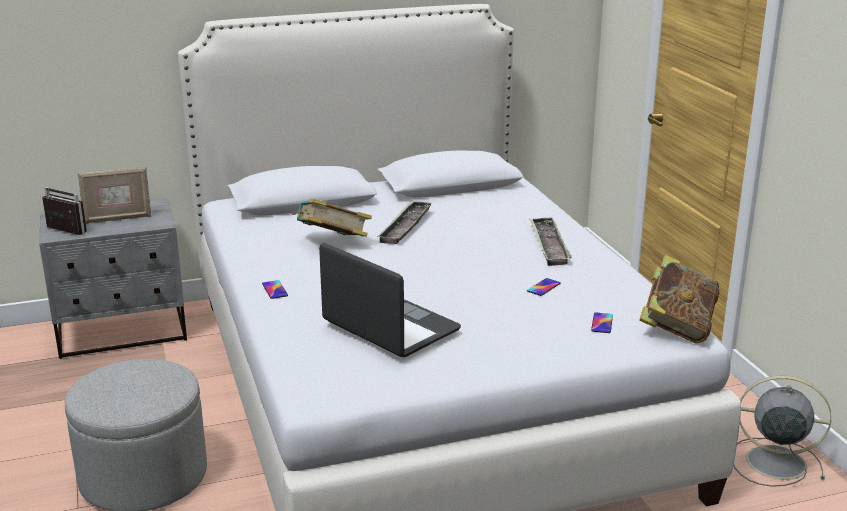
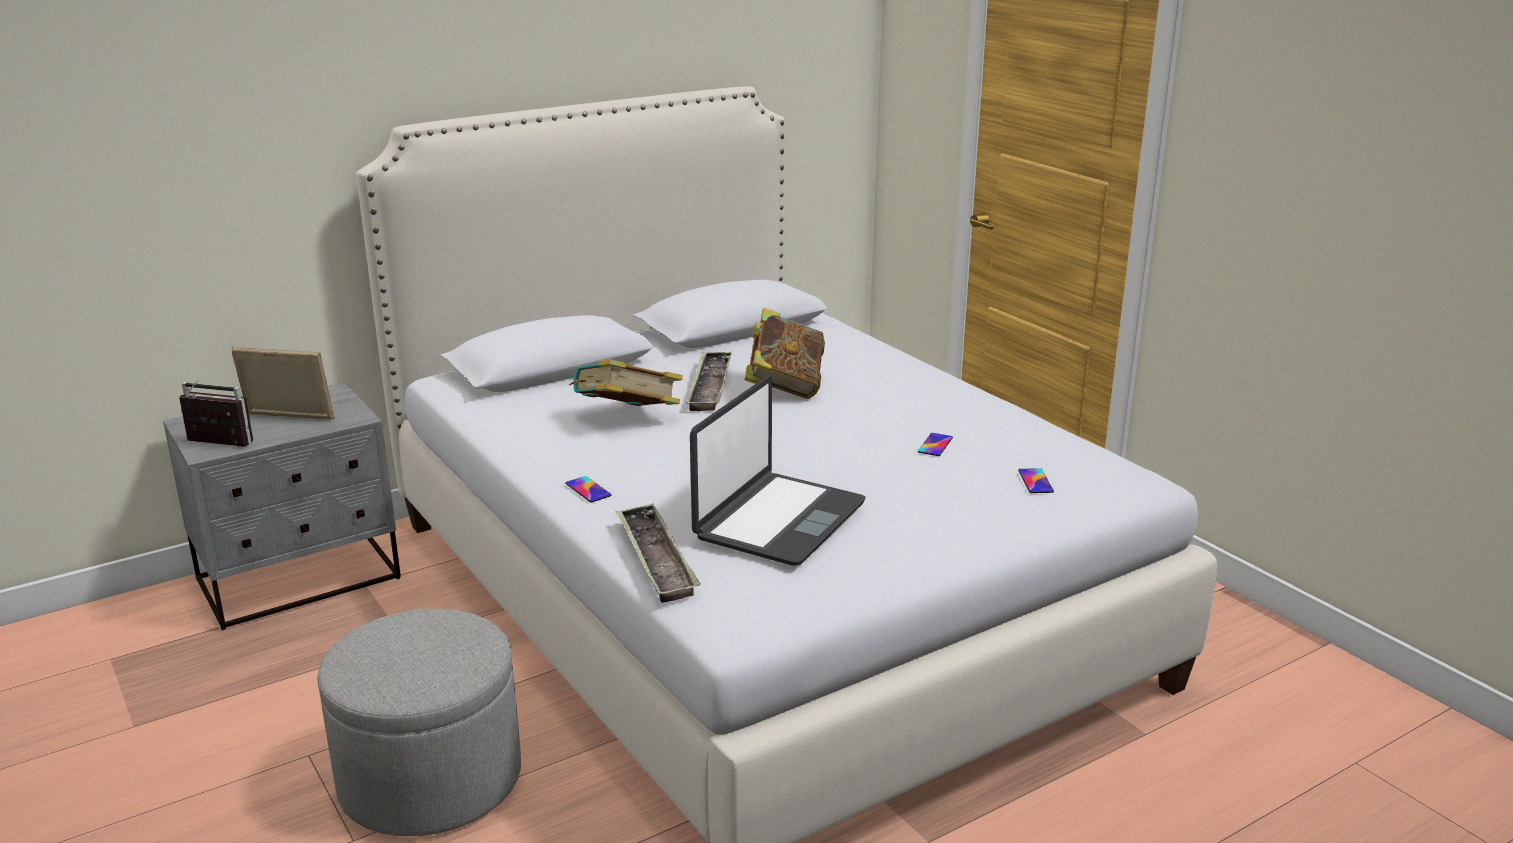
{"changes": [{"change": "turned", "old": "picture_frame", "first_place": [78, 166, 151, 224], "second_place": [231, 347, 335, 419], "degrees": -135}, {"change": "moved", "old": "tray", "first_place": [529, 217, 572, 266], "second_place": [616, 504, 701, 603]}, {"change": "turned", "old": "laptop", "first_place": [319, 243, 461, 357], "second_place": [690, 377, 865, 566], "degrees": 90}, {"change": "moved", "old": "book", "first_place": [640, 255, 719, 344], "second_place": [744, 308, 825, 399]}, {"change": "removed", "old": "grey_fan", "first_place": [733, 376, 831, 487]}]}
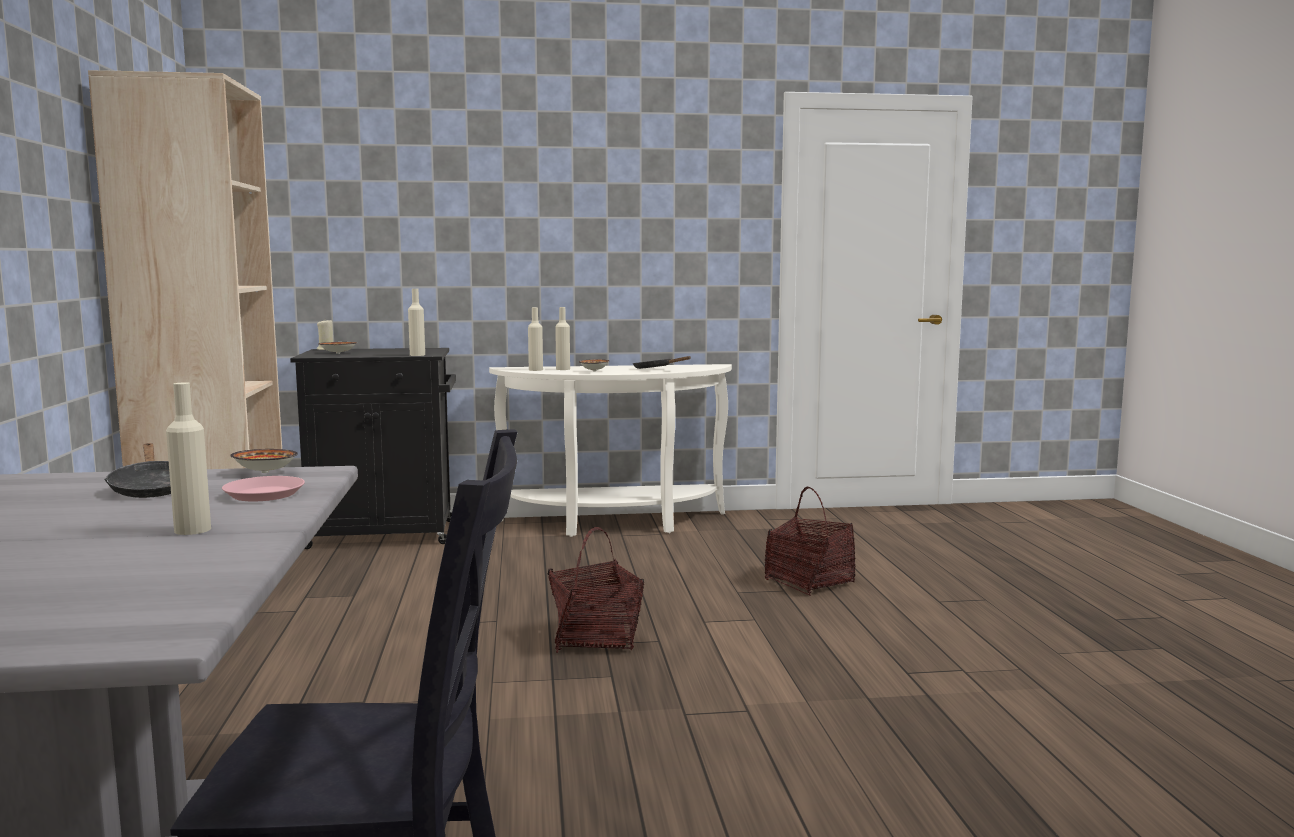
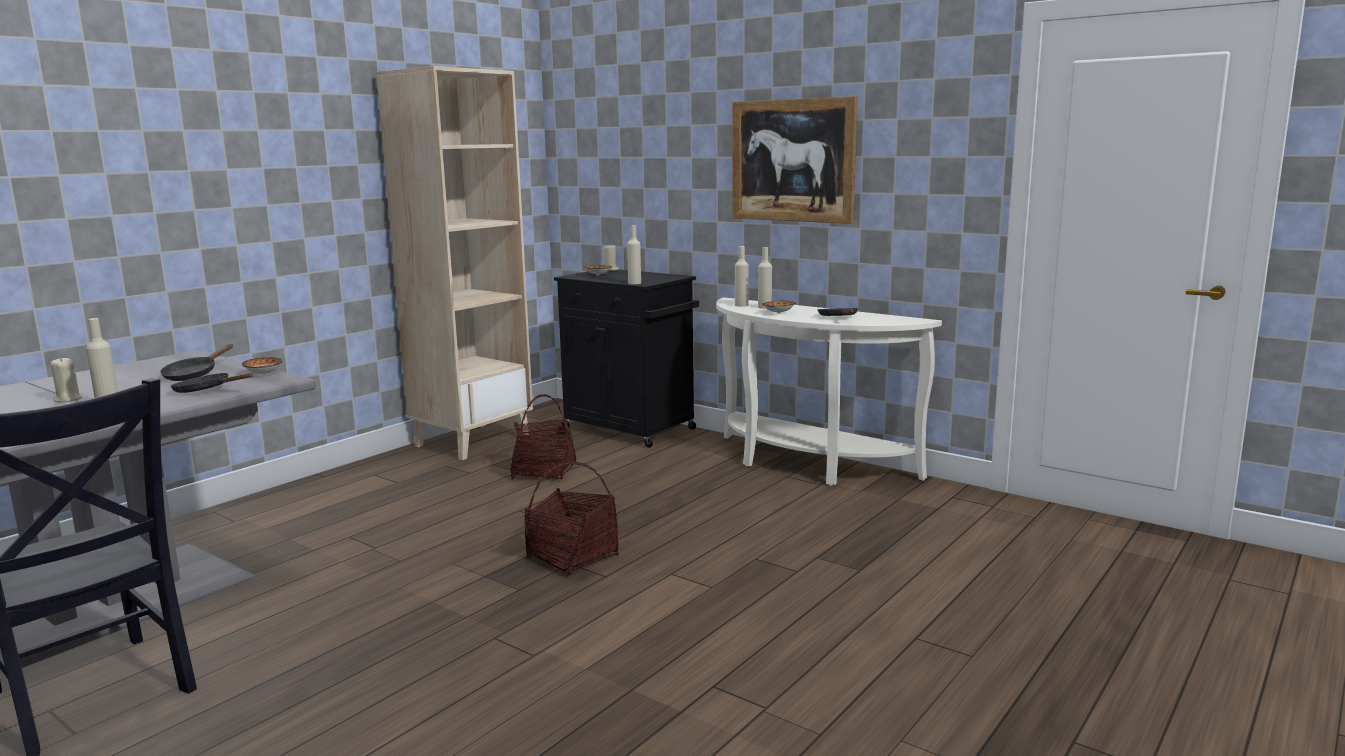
{"changes": [{"change": "added", "new": "beige_candle", "second_place": [50, 357, 82, 403]}, {"change": "replaced", "old": "pink_plate", "new": "black_frying_pan", "first_place": [222, 476, 305, 501], "second_place": [171, 373, 253, 393]}, {"change": "moved", "old": "basket", "first_place": [765, 487, 855, 596], "second_place": [510, 394, 576, 480]}, {"change": "added", "new": "picture", "second_place": [732, 96, 857, 224]}]}
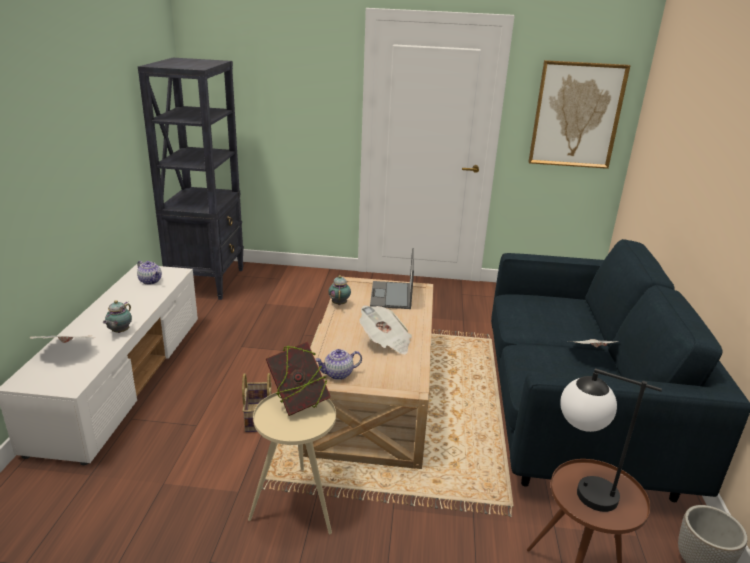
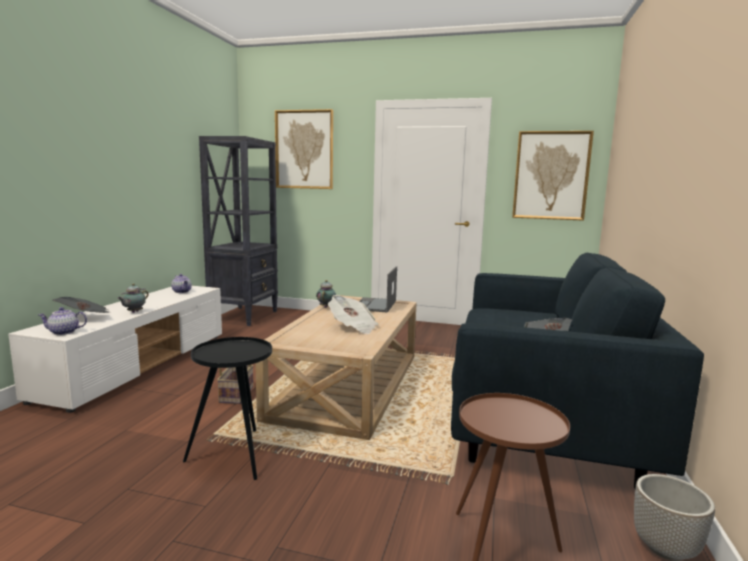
{"changes": [{"change": "moved", "old": "teapot", "first_place": [315, 349, 362, 380], "second_place": [39, 307, 87, 335]}, {"change": "recoloured", "old": "beige_side_table", "new": "black_side_table", "first_place": [248, 392, 336, 534], "second_place": [183, 337, 272, 480]}, {"change": "added", "new": "picture", "second_place": [275, 109, 333, 189]}, {"change": "removed", "old": "book", "first_place": [266, 342, 331, 416]}, {"change": "removed", "old": "table_lamp", "first_place": [560, 368, 662, 512]}]}
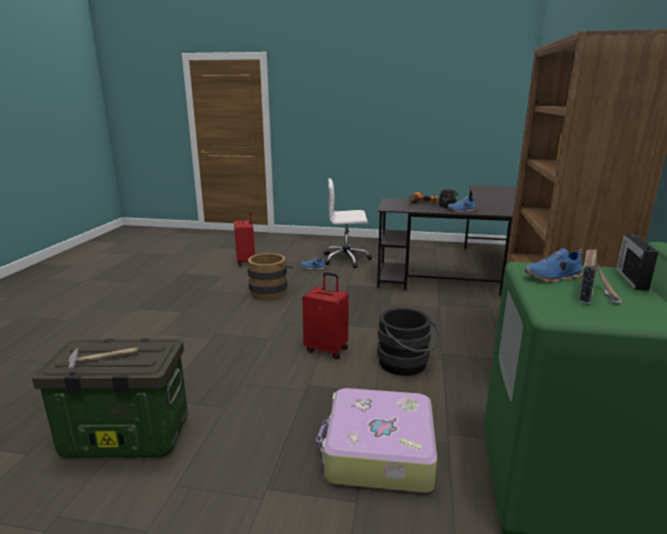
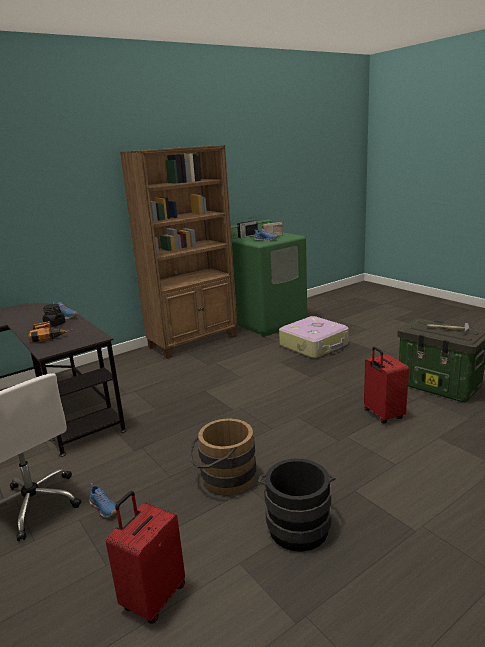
{"changes": [{"change": "moved", "old": "black_bucket", "first_place": [377, 308, 441, 376], "second_place": [258, 458, 336, 552]}, {"change": "moved", "old": "red_suitcase", "first_place": [302, 272, 349, 359], "second_place": [364, 347, 409, 423]}]}
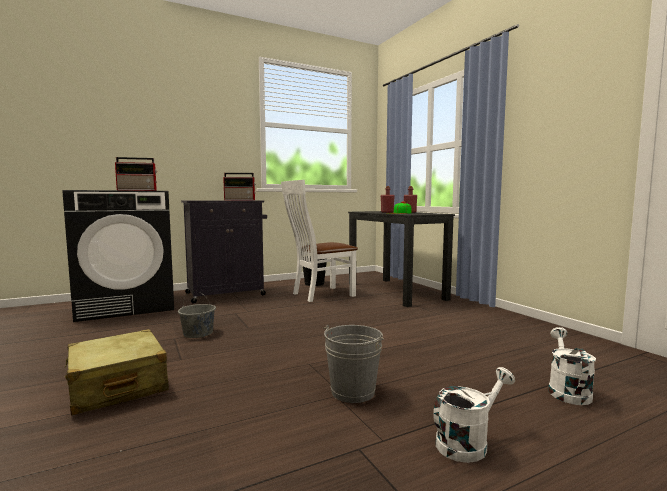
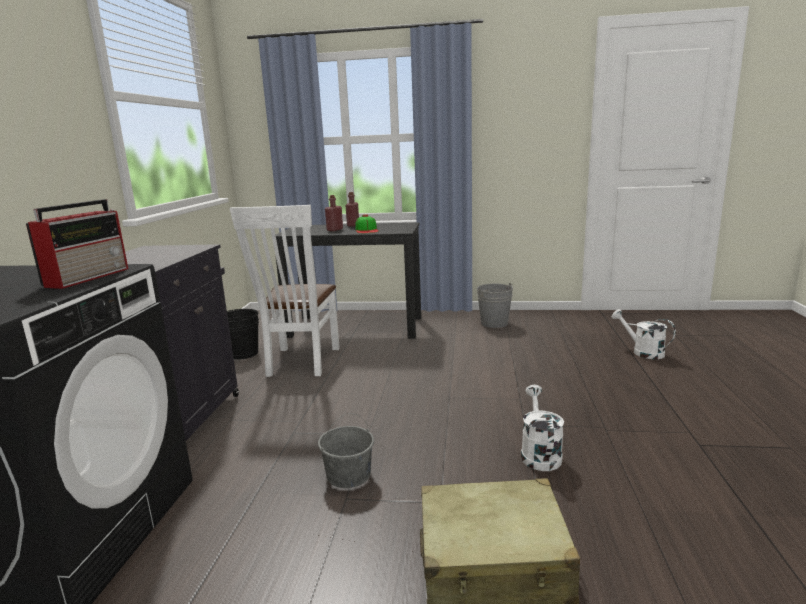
{"changes": [{"change": "moved", "old": "grey_bucket", "first_place": [323, 325, 384, 403], "second_place": [477, 283, 513, 328]}, {"change": "moved", "old": "white_watering_can", "first_place": [433, 367, 515, 463], "second_place": [521, 385, 564, 471]}, {"change": "removed", "old": "radio", "first_place": [223, 173, 256, 200]}]}
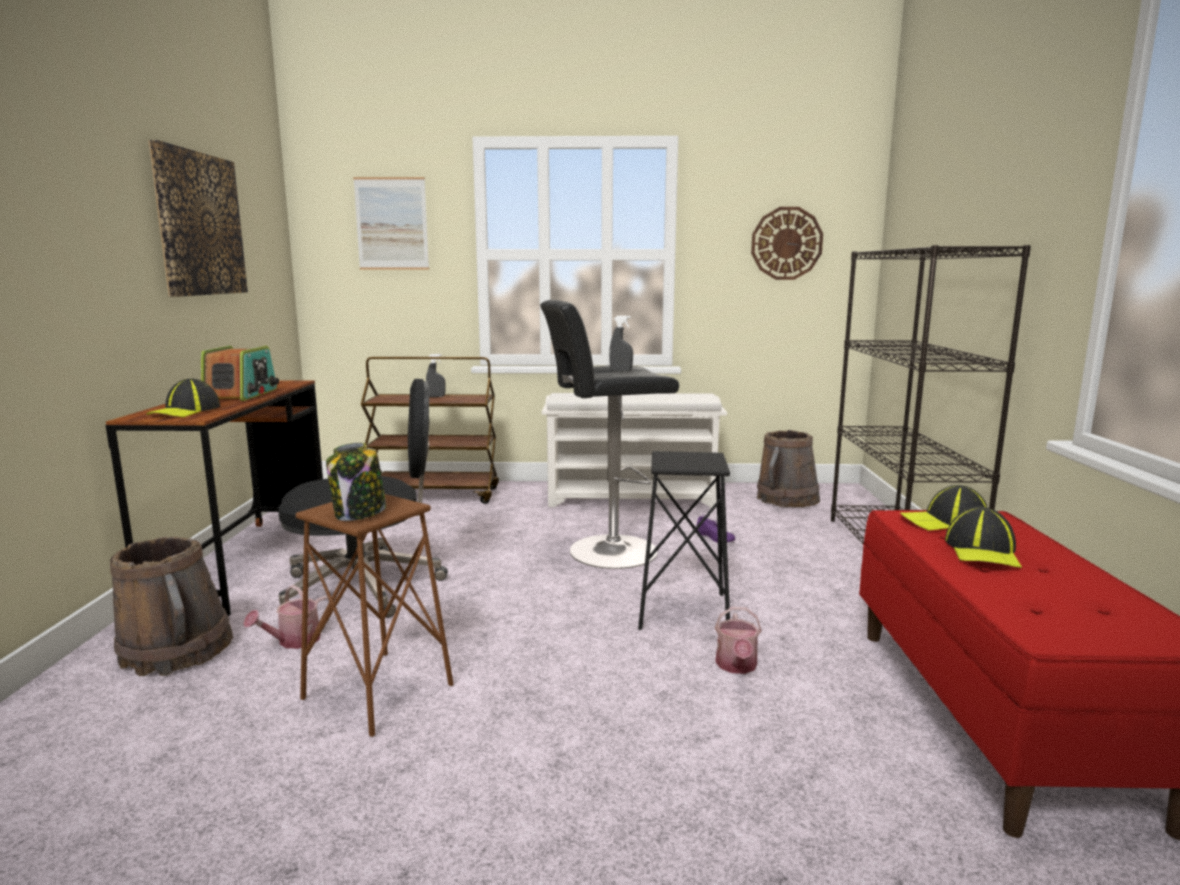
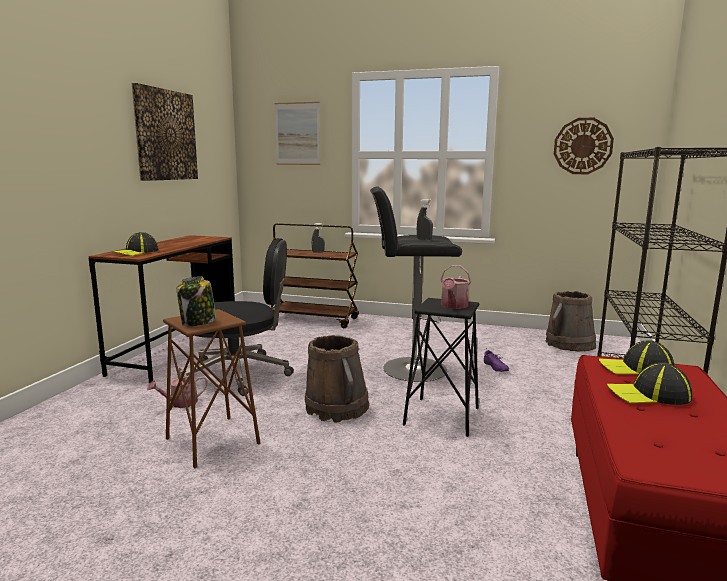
{"changes": [{"change": "moved", "old": "brown_bucket", "first_place": [110, 536, 233, 676], "second_place": [305, 335, 369, 423]}, {"change": "moved", "old": "watering_can", "first_place": [715, 607, 761, 674], "second_place": [440, 265, 471, 309]}, {"change": "turned", "old": "cap", "first_place": [945, 507, 1022, 568], "second_place": [607, 362, 692, 405], "degrees": 60}, {"change": "removed", "old": "radio", "first_place": [201, 346, 279, 401]}, {"change": "removed", "old": "white_shoe_rack", "first_place": [542, 393, 727, 508]}]}
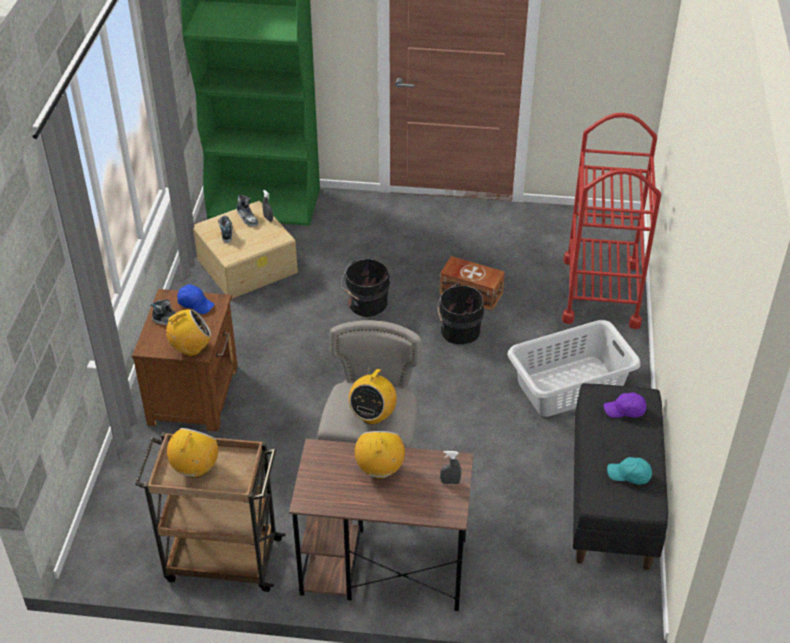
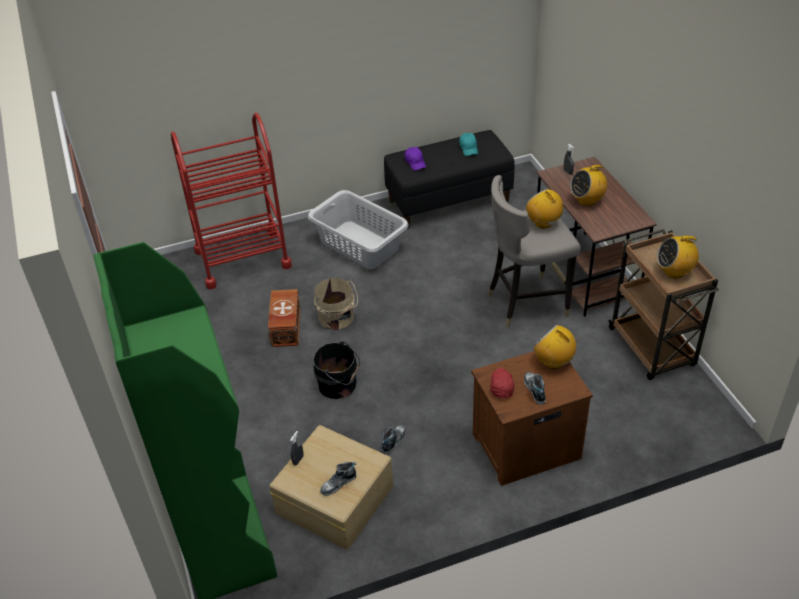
{"changes": [{"change": "recoloured", "old": "black_bucket", "new": "beige_bucket", "first_place": [437, 284, 484, 344], "second_place": [314, 277, 358, 330]}, {"change": "moved", "old": "shoe", "first_place": [237, 195, 258, 227], "second_place": [382, 425, 406, 455]}, {"change": "recoloured", "old": "blue_cap", "new": "red_cap", "first_place": [177, 284, 215, 314], "second_place": [490, 368, 514, 398]}, {"change": "turned", "old": "radio", "first_place": [349, 365, 397, 424], "second_place": [526, 189, 564, 229], "degrees": -120}]}
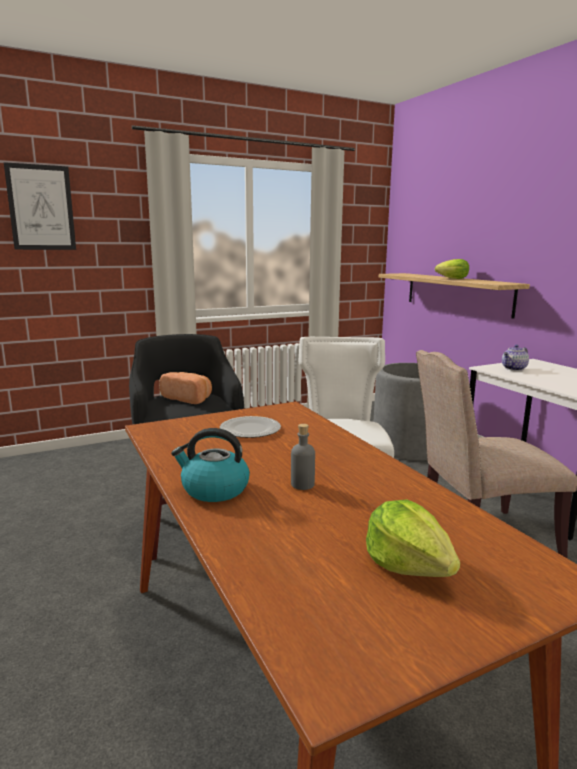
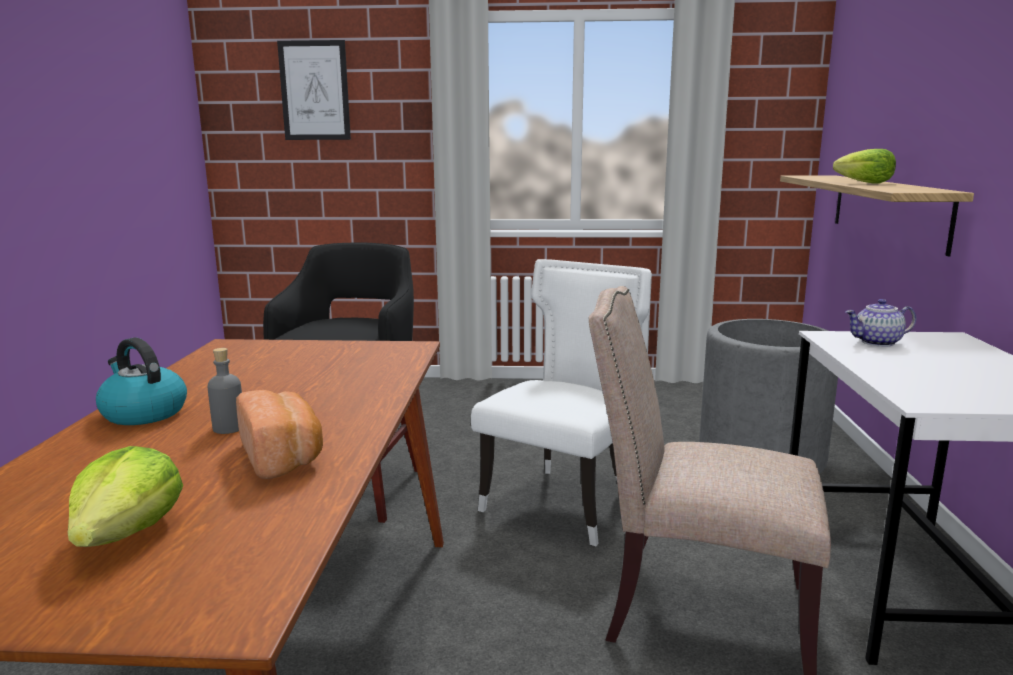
{"changes": [{"change": "moved", "old": "bread", "first_place": [159, 372, 212, 404], "second_place": [236, 390, 323, 479]}, {"change": "removed", "old": "plate", "first_place": [220, 416, 281, 438]}]}
